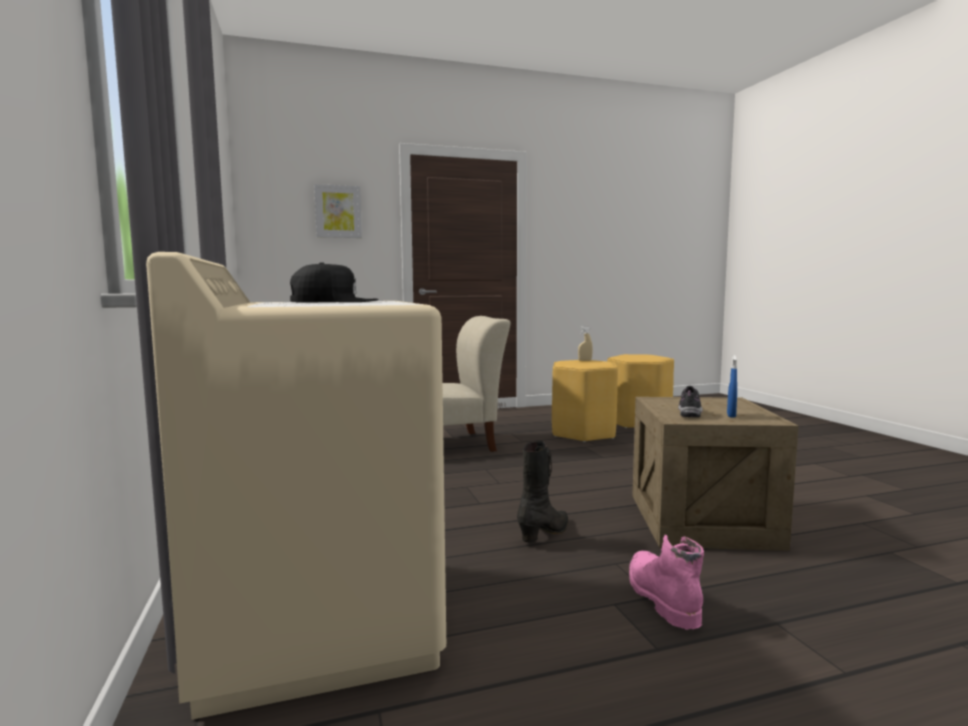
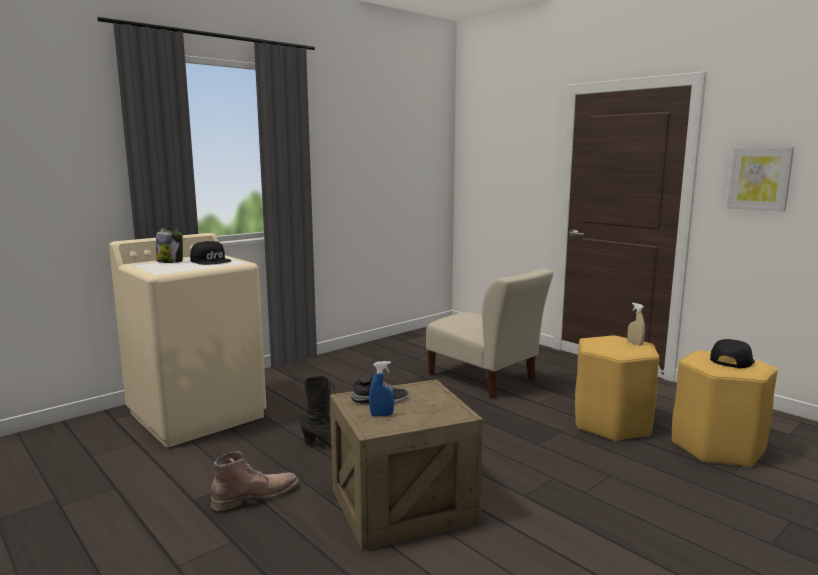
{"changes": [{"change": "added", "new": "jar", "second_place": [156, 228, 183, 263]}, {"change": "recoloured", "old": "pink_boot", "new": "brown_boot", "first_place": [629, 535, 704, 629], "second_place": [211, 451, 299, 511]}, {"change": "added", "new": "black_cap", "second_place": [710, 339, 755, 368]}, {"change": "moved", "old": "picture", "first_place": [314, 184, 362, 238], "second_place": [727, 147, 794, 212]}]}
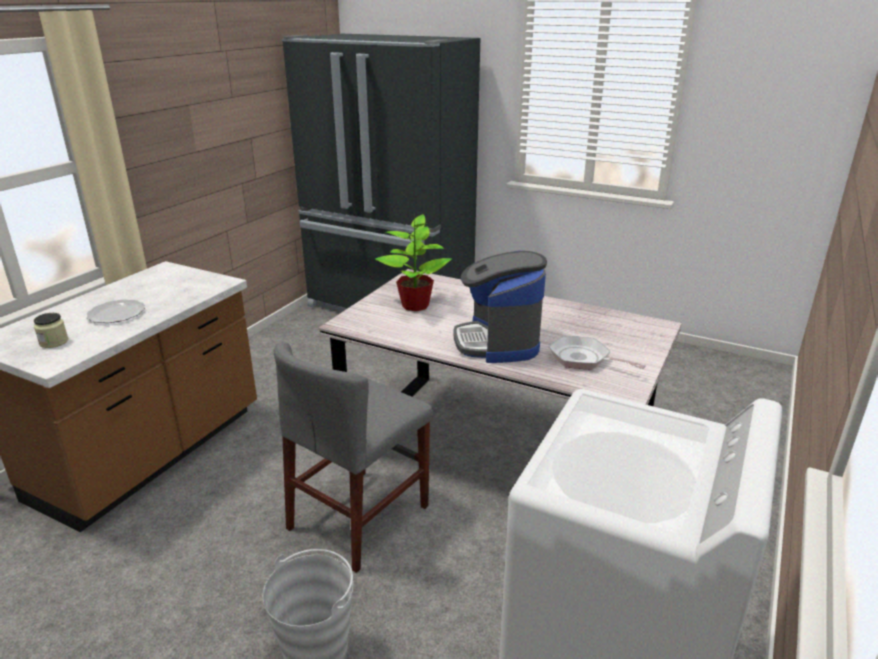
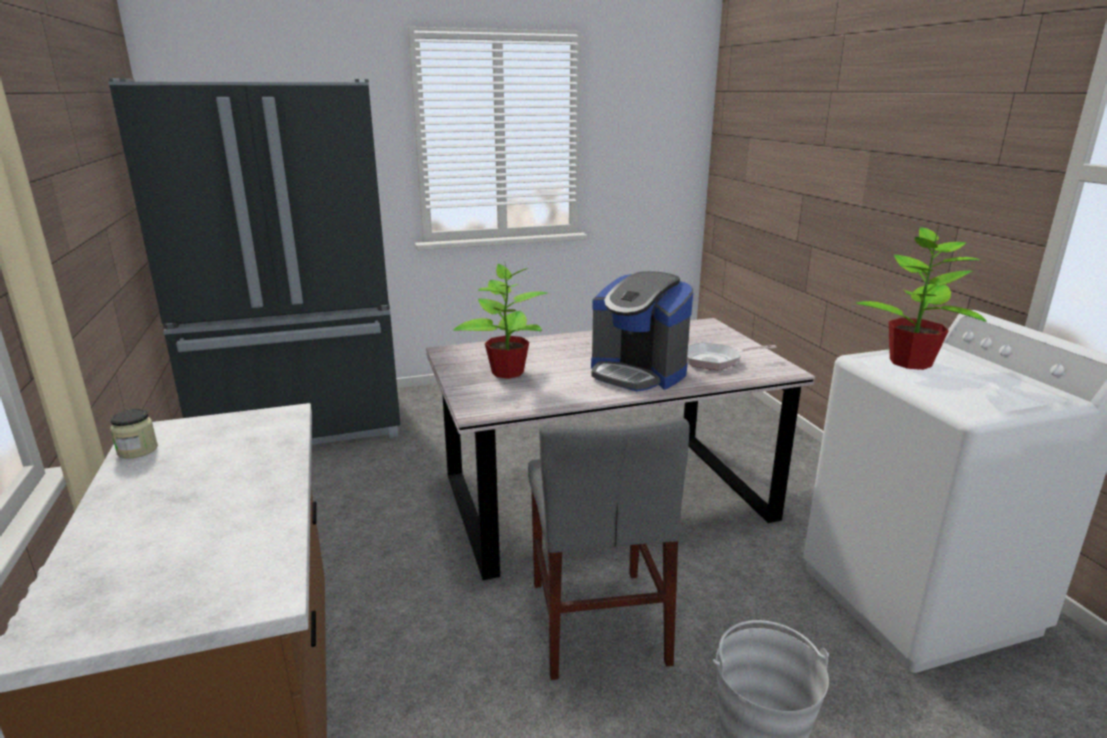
{"changes": [{"change": "moved", "old": "jar", "first_place": [34, 313, 68, 348], "second_place": [110, 409, 158, 459]}, {"change": "added", "new": "potted_plant", "second_place": [856, 225, 987, 370]}, {"change": "removed", "old": "plate", "first_place": [86, 300, 145, 323]}]}
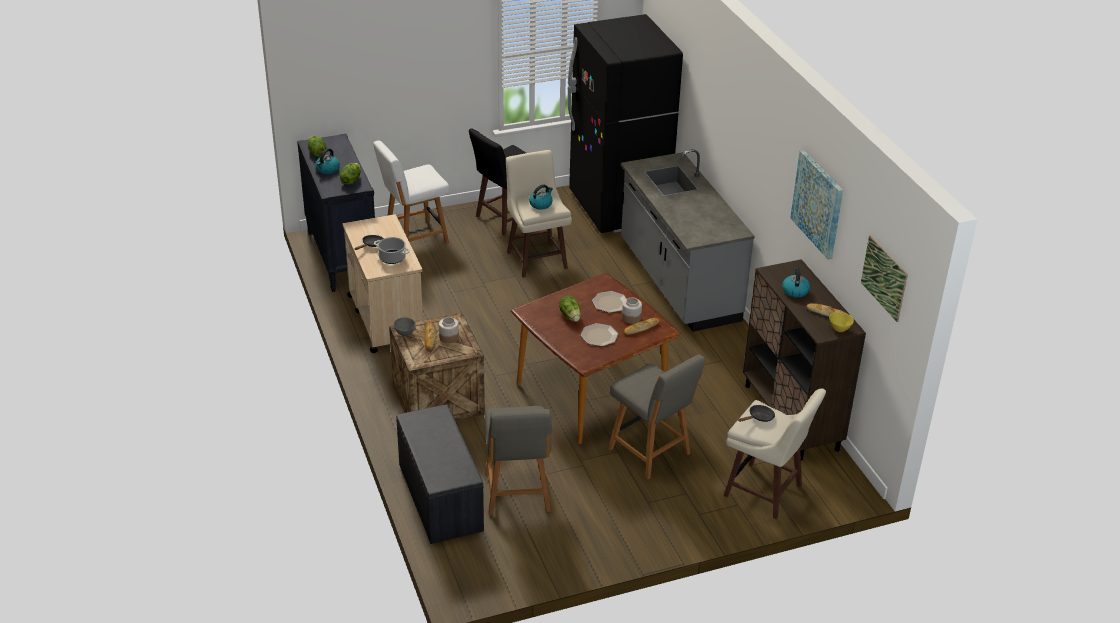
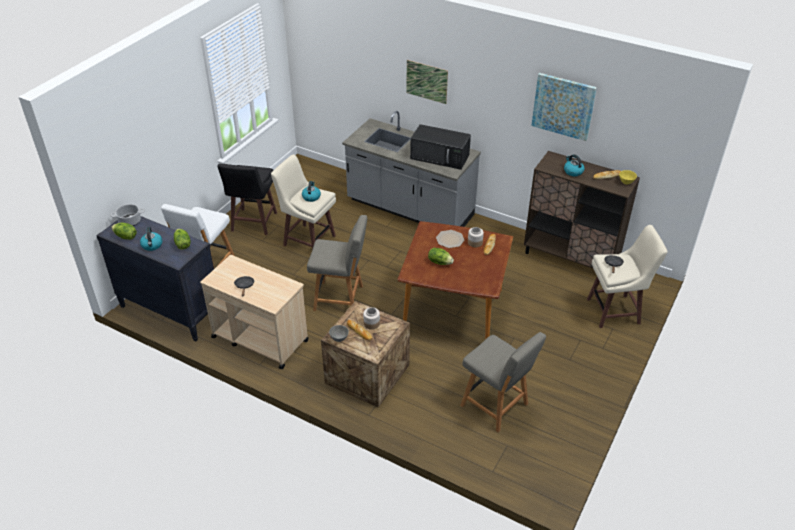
{"changes": [{"change": "moved", "old": "cooking_pot", "first_place": [374, 237, 410, 264], "second_place": [110, 204, 145, 226]}, {"change": "moved", "old": "grey_chair", "first_place": [608, 354, 705, 479], "second_place": [307, 215, 367, 311]}, {"change": "moved", "old": "picture", "first_place": [861, 236, 908, 322], "second_place": [406, 60, 448, 104]}, {"change": "added", "new": "black_microwave", "second_place": [410, 124, 471, 170]}, {"change": "removed", "old": "grey_bench", "first_place": [396, 404, 484, 544]}, {"change": "removed", "old": "black_fridge", "first_place": [568, 14, 683, 233]}, {"change": "removed", "old": "plate", "first_place": [581, 323, 618, 346]}]}
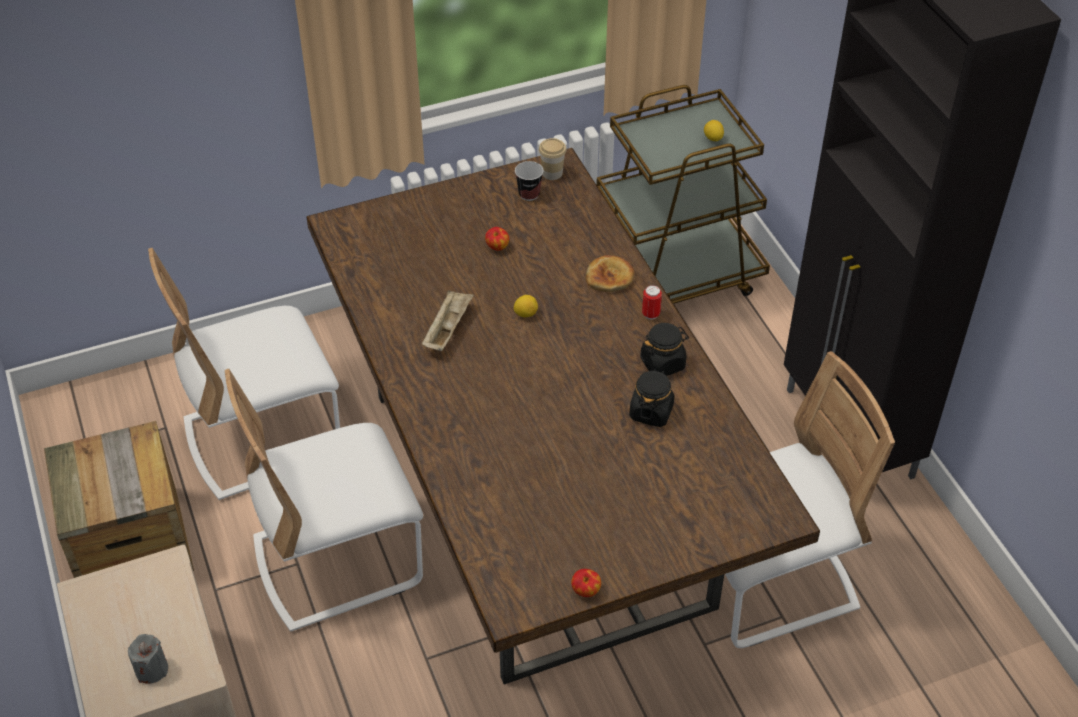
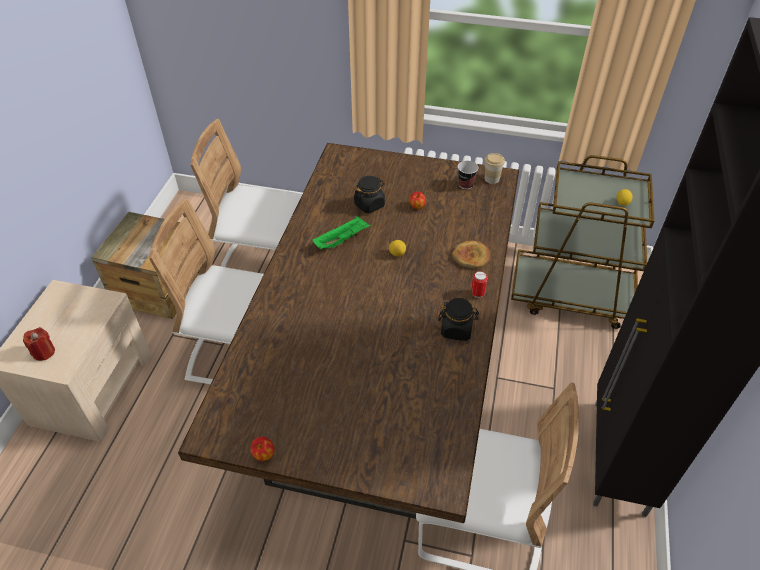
{"changes": [{"change": "recoloured", "old": "grey_candle", "new": "red_candle", "first_place": [128, 634, 168, 684], "second_place": [23, 327, 55, 361]}, {"change": "recoloured", "old": "beige_tray", "new": "green_tray", "first_place": [422, 290, 474, 351], "second_place": [313, 216, 371, 249]}, {"change": "moved", "old": "black_jar", "first_place": [629, 369, 674, 427], "second_place": [354, 176, 385, 214]}]}
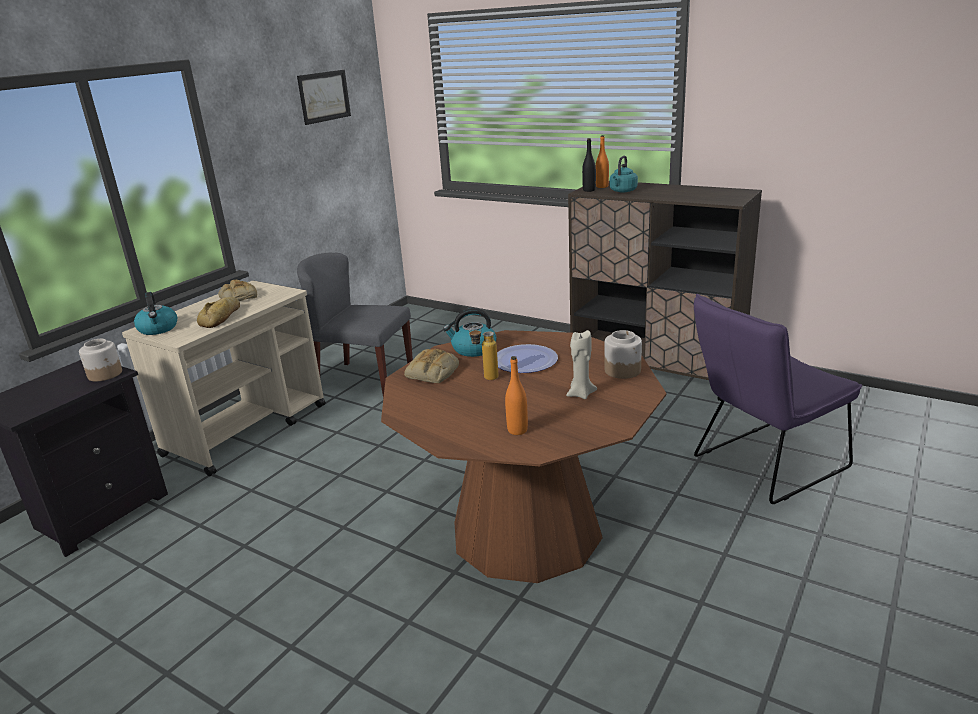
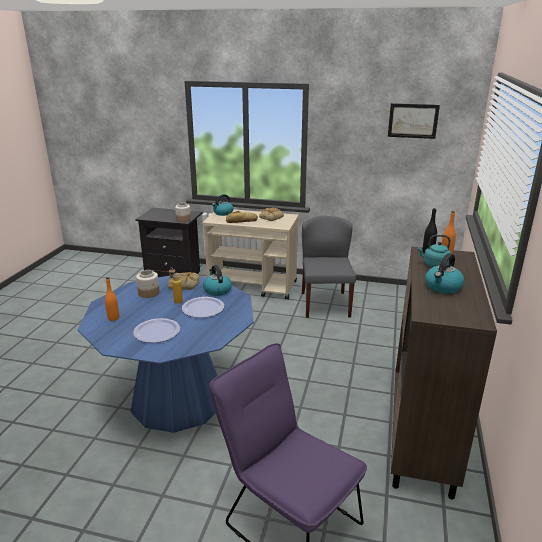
{"changes": [{"change": "recoloured", "old": "brown_dining_table", "new": "blue_dining_table", "first_place": [381, 330, 666, 583], "second_place": [78, 276, 254, 433]}, {"change": "replaced", "old": "beige_candle", "new": "plate", "first_place": [566, 330, 597, 399], "second_place": [133, 318, 180, 343]}, {"change": "moved", "old": "jar", "first_place": [604, 330, 642, 379], "second_place": [136, 270, 159, 298]}, {"change": "added", "new": "kettle", "second_place": [425, 253, 464, 294]}]}
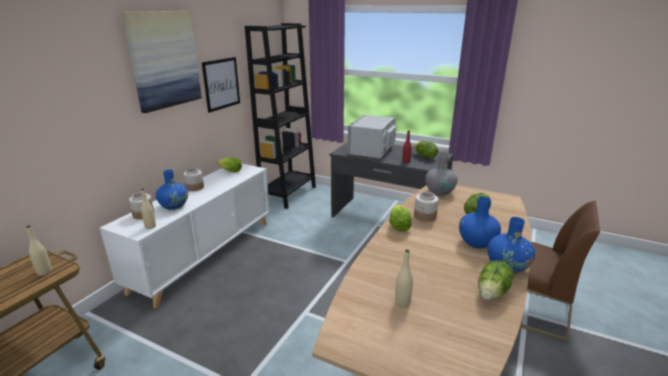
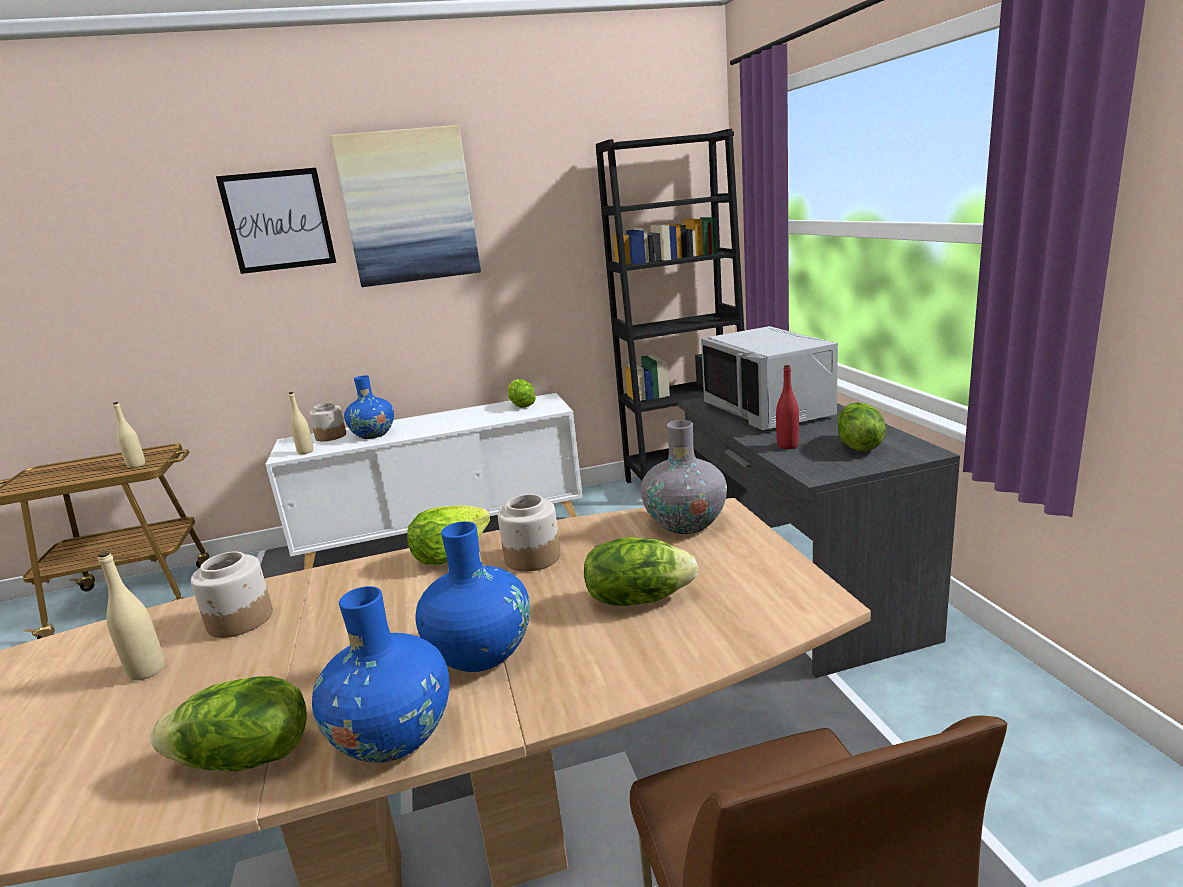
{"changes": [{"change": "moved", "old": "jar", "first_place": [183, 168, 204, 191], "second_place": [191, 551, 273, 638]}, {"change": "moved", "old": "picture", "first_place": [202, 57, 240, 113], "second_place": [216, 168, 336, 274]}, {"change": "turned", "old": "grey_microwave", "first_place": [348, 115, 396, 159], "second_place": [701, 326, 838, 430], "degrees": -90}]}
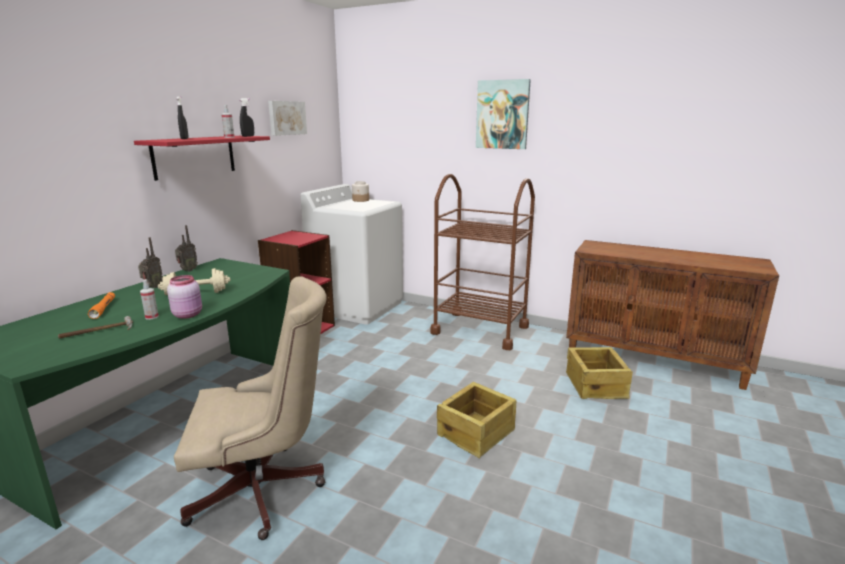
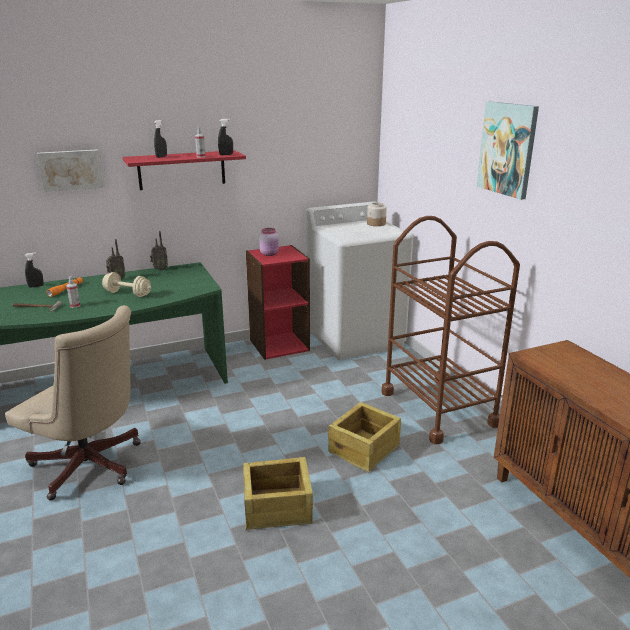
{"changes": [{"change": "added", "new": "black_spray_bottle", "second_place": [25, 252, 44, 288]}, {"change": "moved", "old": "picture", "first_place": [268, 101, 307, 136], "second_place": [37, 150, 103, 192]}, {"change": "moved", "old": "pink_jar", "first_place": [167, 275, 202, 319], "second_place": [259, 228, 279, 256]}, {"change": "moved", "old": "crate", "first_place": [566, 347, 633, 399], "second_place": [328, 402, 401, 473]}]}
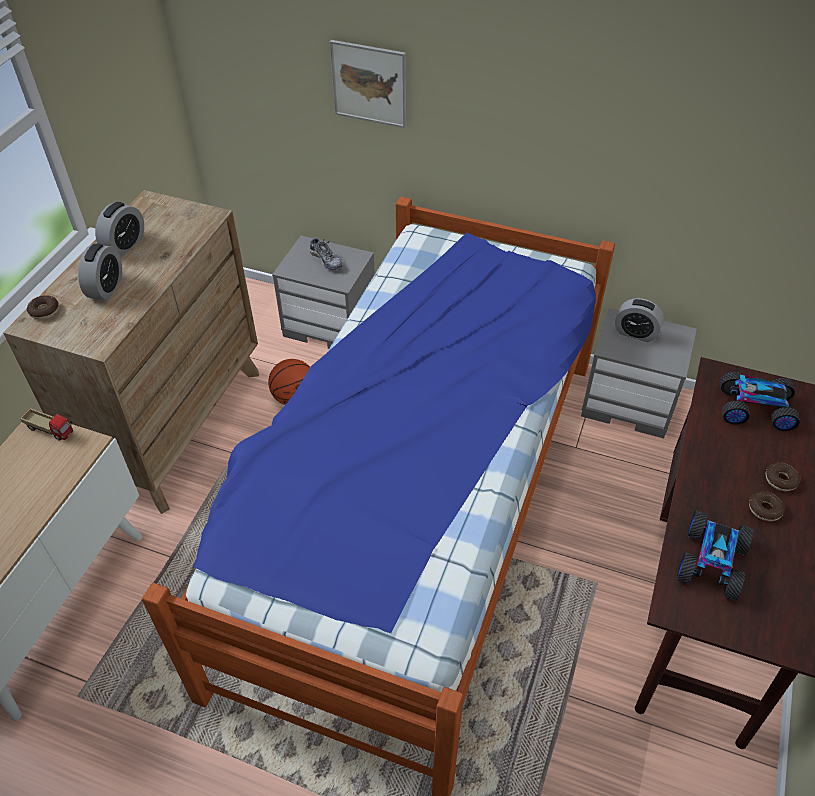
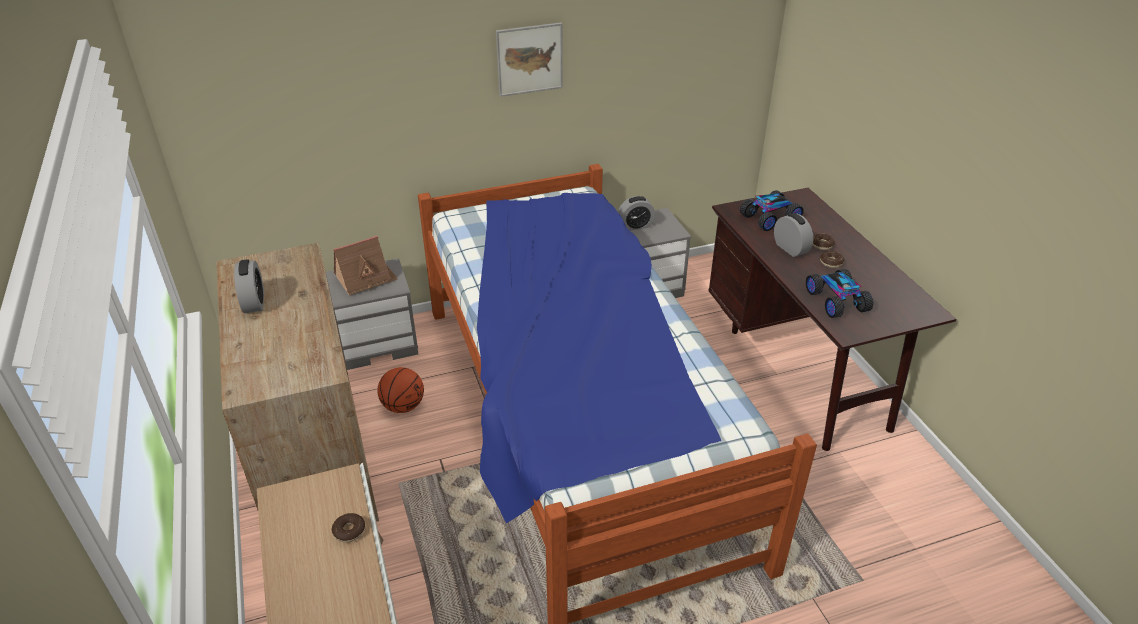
{"changes": [{"change": "moved", "old": "donut", "first_place": [27, 295, 59, 320], "second_place": [332, 513, 365, 542]}, {"change": "replaced", "old": "shoe", "new": "toy_house", "first_place": [310, 238, 343, 271], "second_place": [333, 236, 398, 296]}, {"change": "moved", "old": "picture", "first_place": [330, 40, 406, 128], "second_place": [496, 22, 563, 97]}, {"change": "moved", "old": "alarm_clock", "first_place": [78, 244, 122, 300], "second_place": [774, 213, 814, 257]}, {"change": "removed", "old": "toy_truck", "first_place": [20, 408, 73, 441]}]}
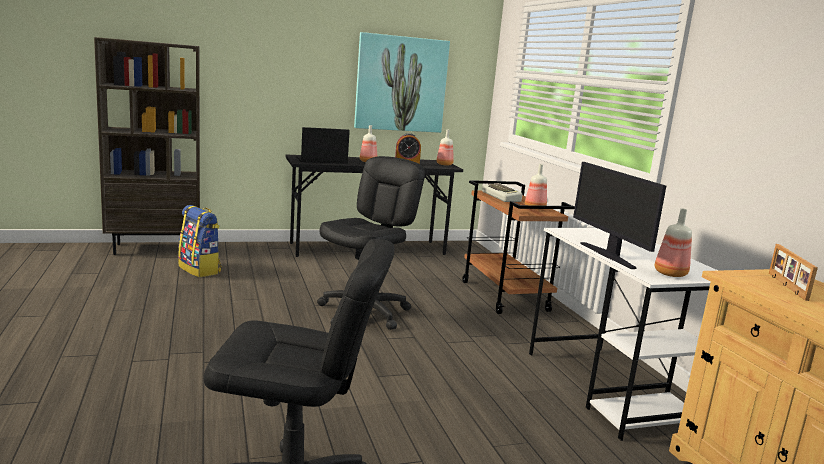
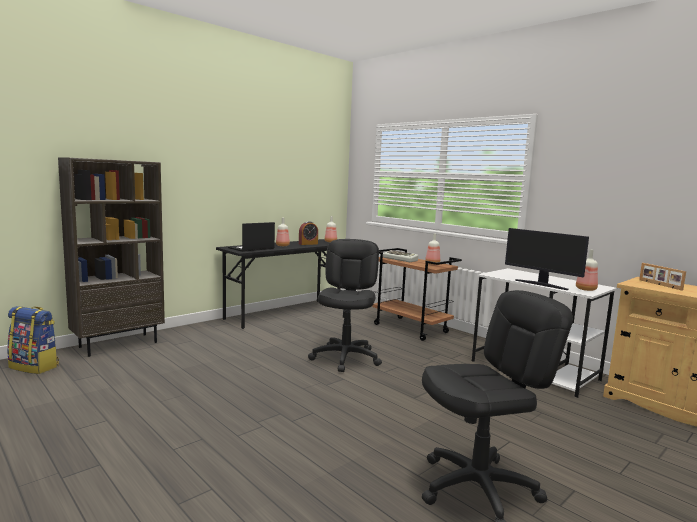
{"changes": [{"change": "moved", "old": "backpack", "first_place": [178, 205, 222, 278], "second_place": [7, 306, 59, 374]}, {"change": "removed", "old": "picture", "first_place": [354, 32, 450, 133]}]}
